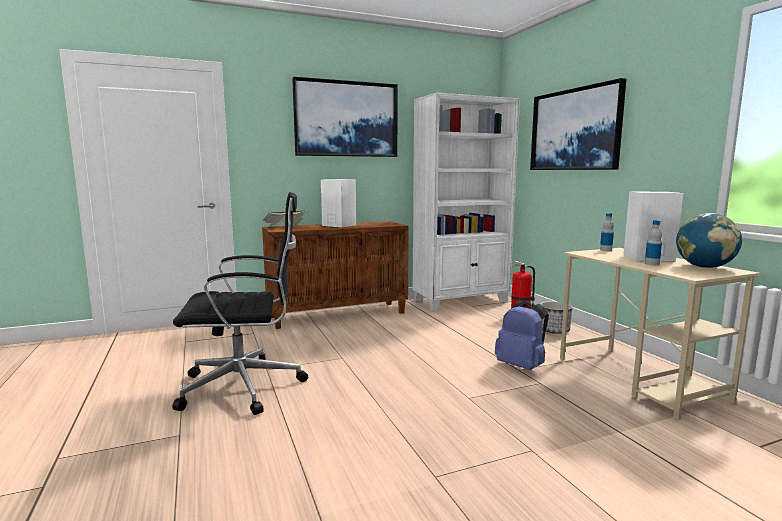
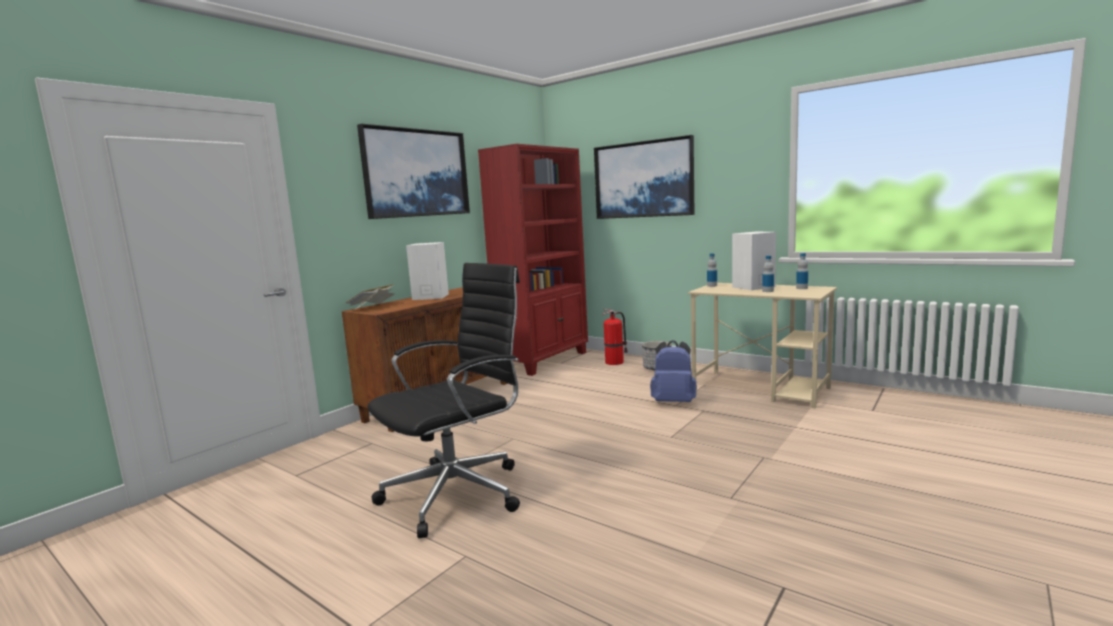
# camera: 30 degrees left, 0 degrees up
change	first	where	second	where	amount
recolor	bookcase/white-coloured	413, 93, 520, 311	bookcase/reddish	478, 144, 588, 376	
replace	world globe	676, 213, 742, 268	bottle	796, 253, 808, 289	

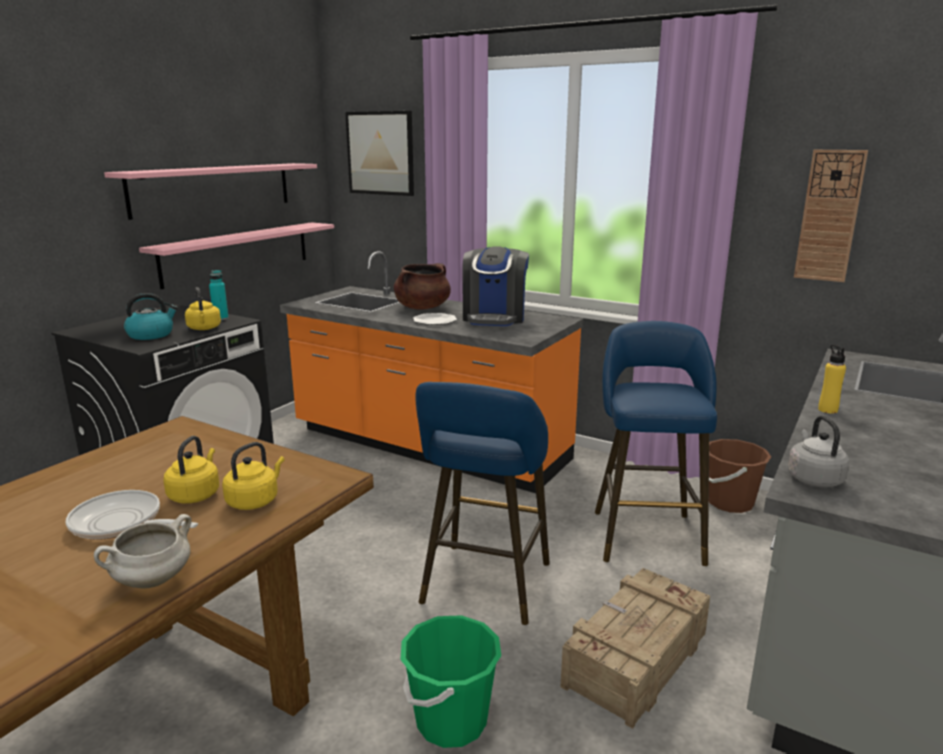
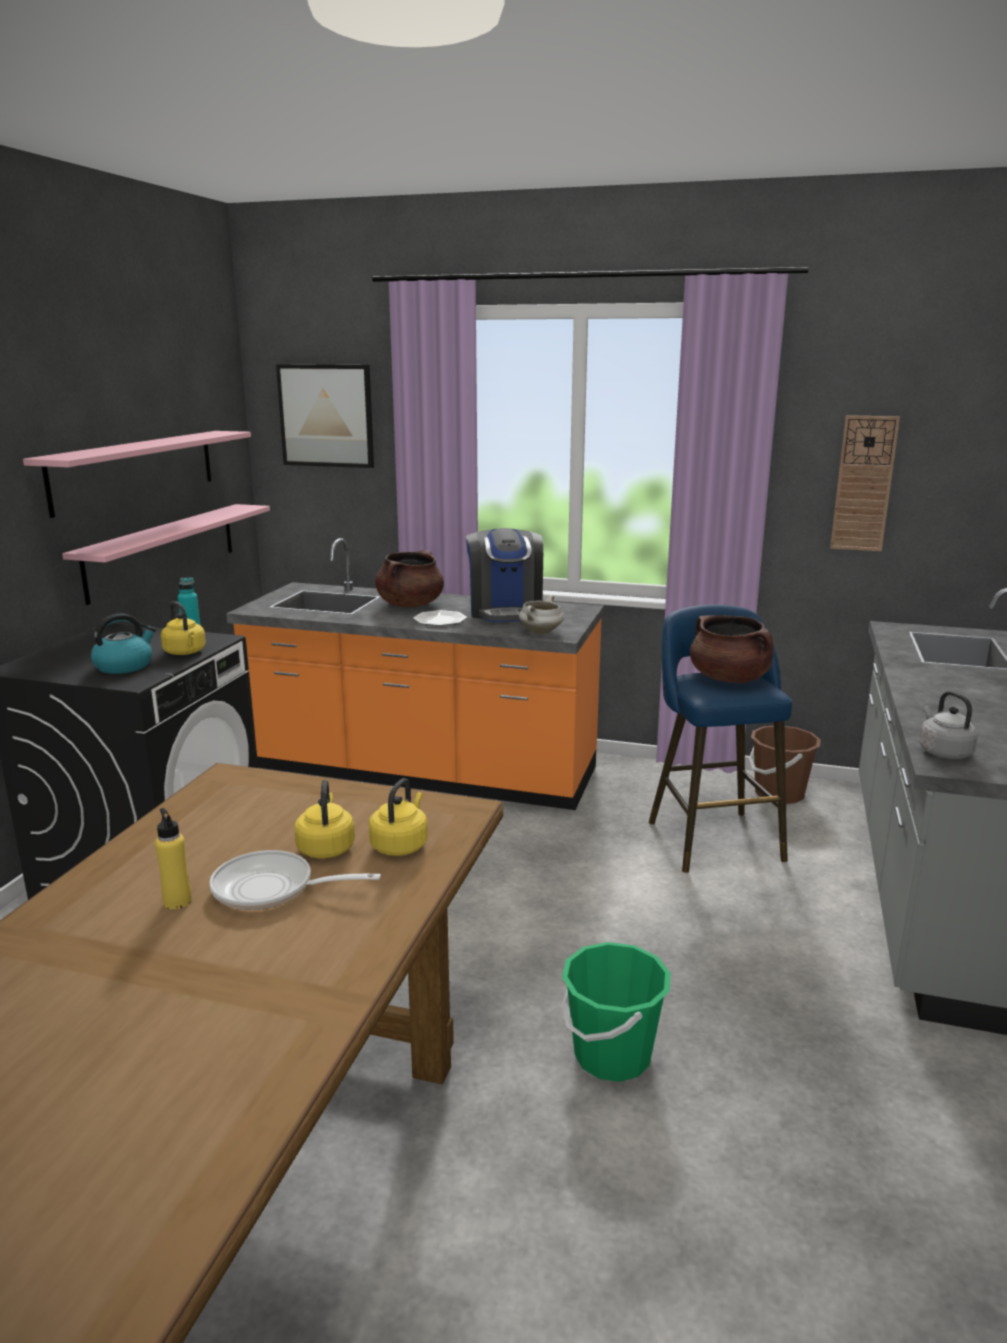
# camera: 15 degrees left, 0 degrees up
change	first	where	second	where	amount
move	bottle/yellow	818, 345, 846, 414		155, 808, 192, 909	
move	stockpot/white-coloured	94, 514, 192, 588		519, 595, 564, 634	
insert			stockpot/brownish	690, 615, 774, 683	
delete	sitting stool/blue-coloured	415, 382, 550, 625			
delete	packing crate	560, 568, 710, 729			

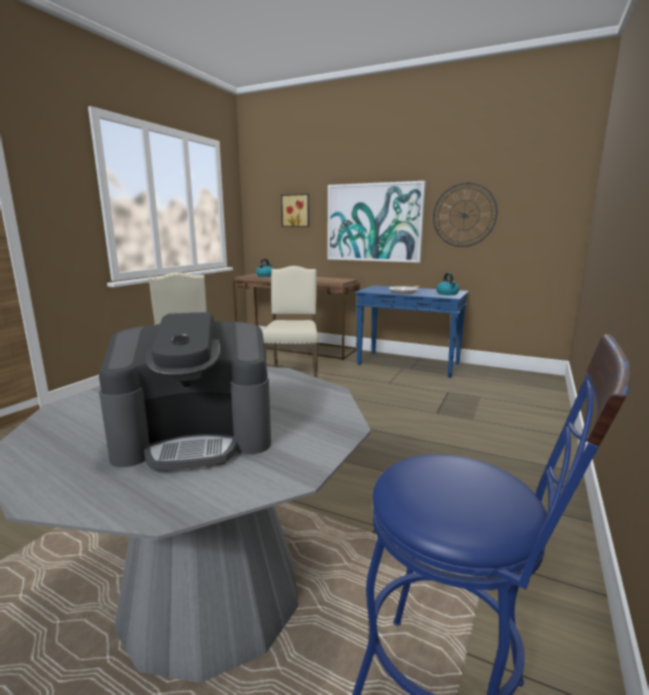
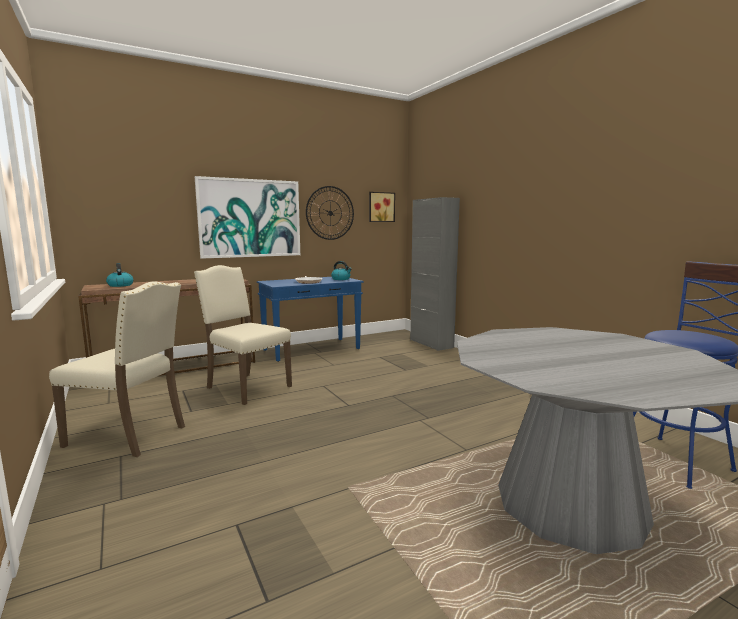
# camera: 55 degrees left, 5 degrees down
change	first	where	second	where	amount
move	wall art	281, 194, 309, 227		369, 192, 395, 222	
insert			storage cabinet/greyish	410, 197, 460, 351	
delete	coffee machine	99, 312, 271, 471			

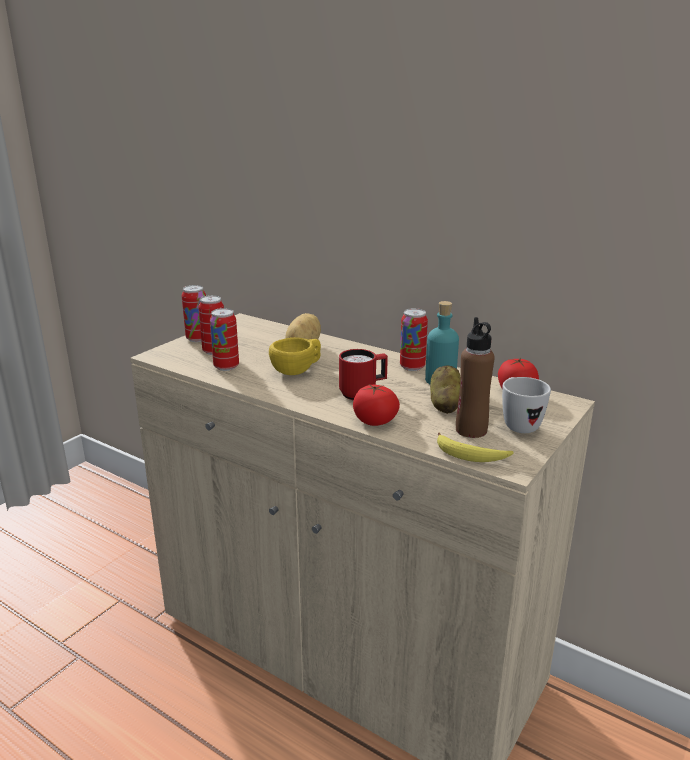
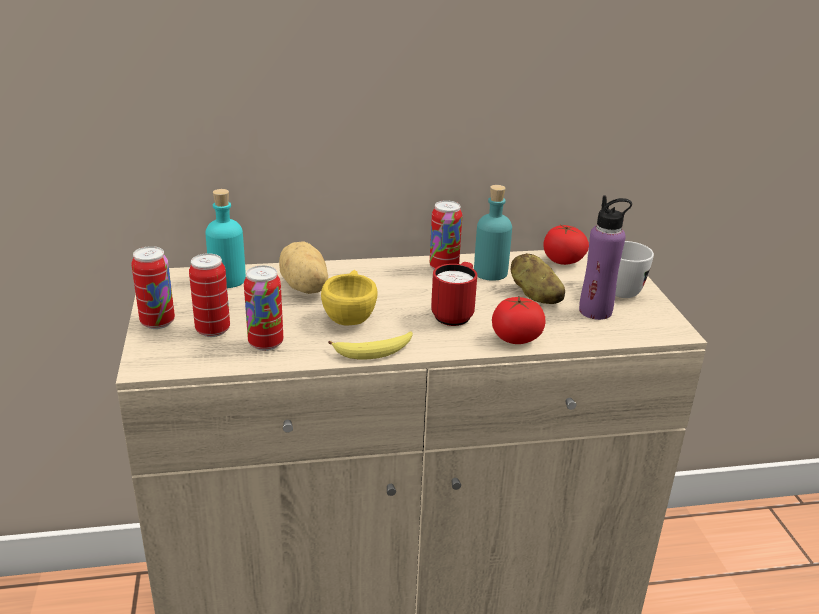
# camera: 45 degrees left, 5 degrees up
change	first	where	second	where	amount
insert			bottle/turquoise	205, 189, 246, 288	
move	whole banana	437, 432, 514, 462		328, 331, 413, 359	
recolor	bottle/brownish	456, 317, 495, 438	bottle/purplish	579, 195, 632, 320	

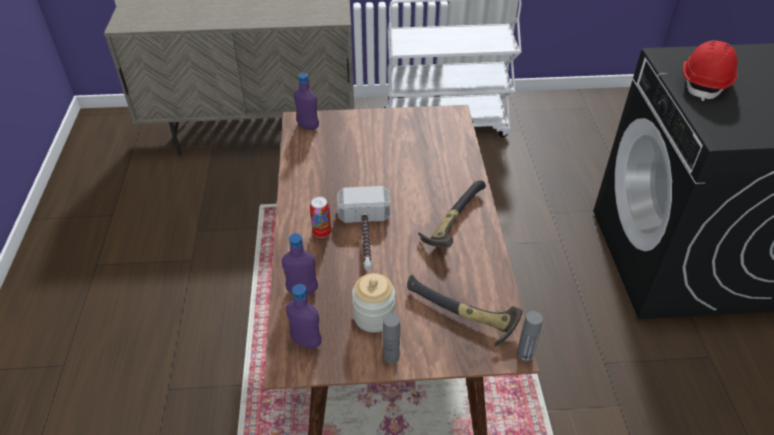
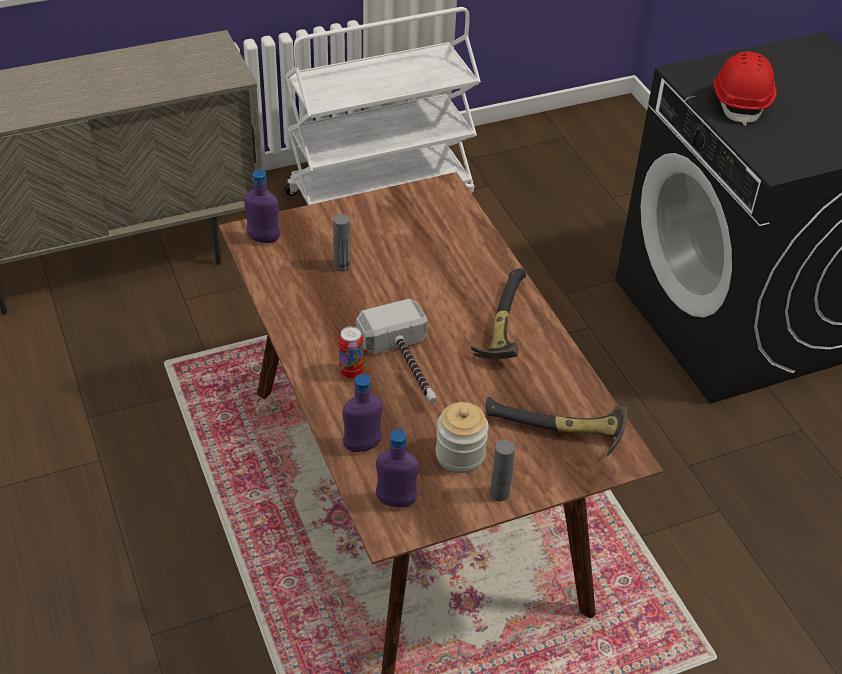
# camera: 20 degrees left, 0 degrees up
change	first	where	second	where	amount
move	bottle/greyish	517, 311, 543, 361		333, 214, 351, 272	

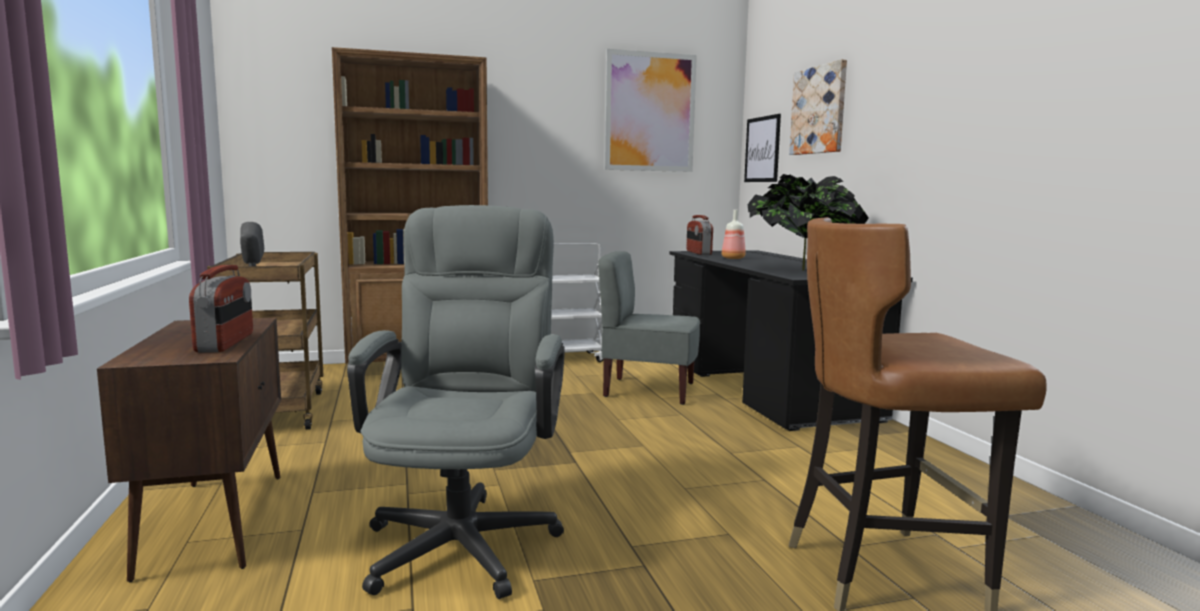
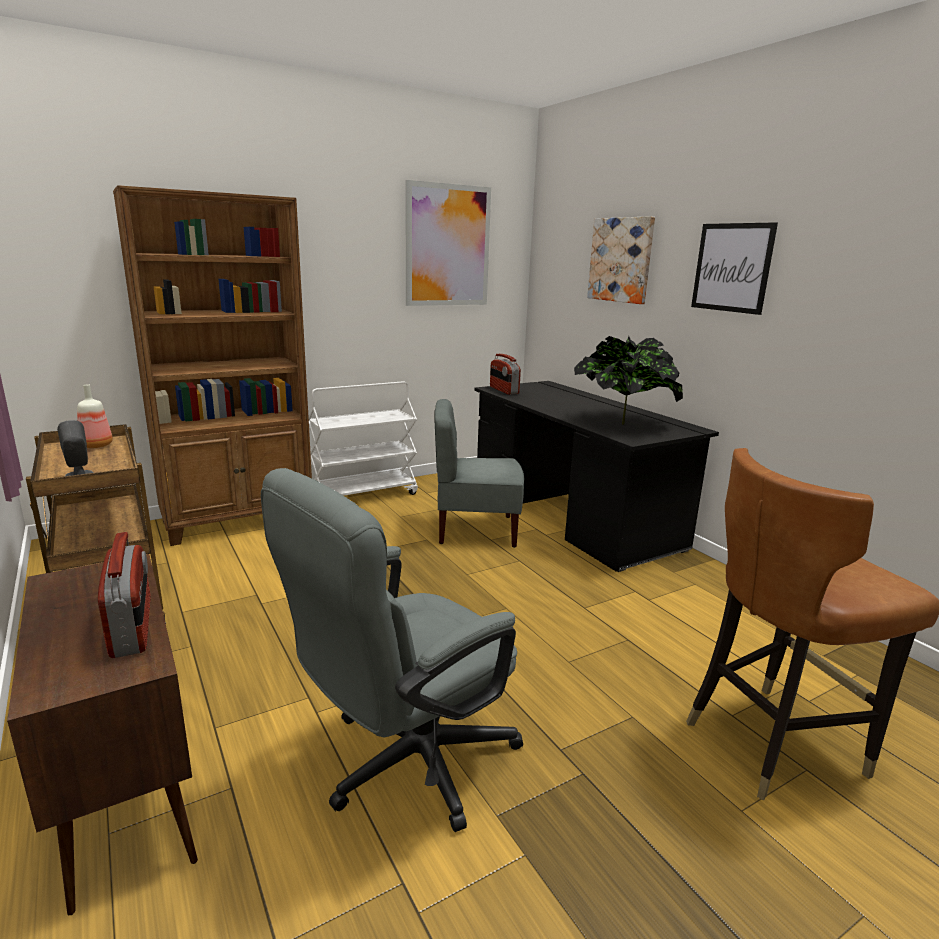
# camera: 15 degrees left, 10 degrees up
change	first	where	second	where	amount
move	bottle	722, 210, 746, 259		77, 384, 113, 448	
rotate	computer chair/greyish	347, 205, 565, 599		261, 468, 523, 832	120 degrees counterclockwise
move	wall art	744, 114, 781, 182		691, 222, 778, 315	

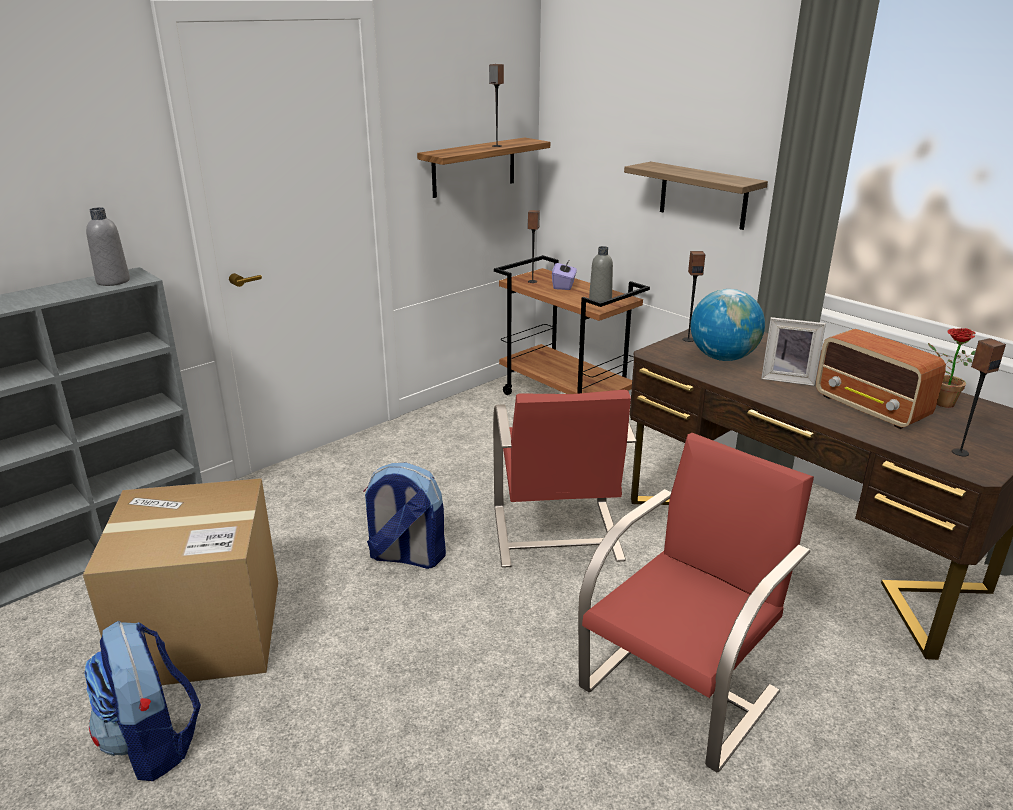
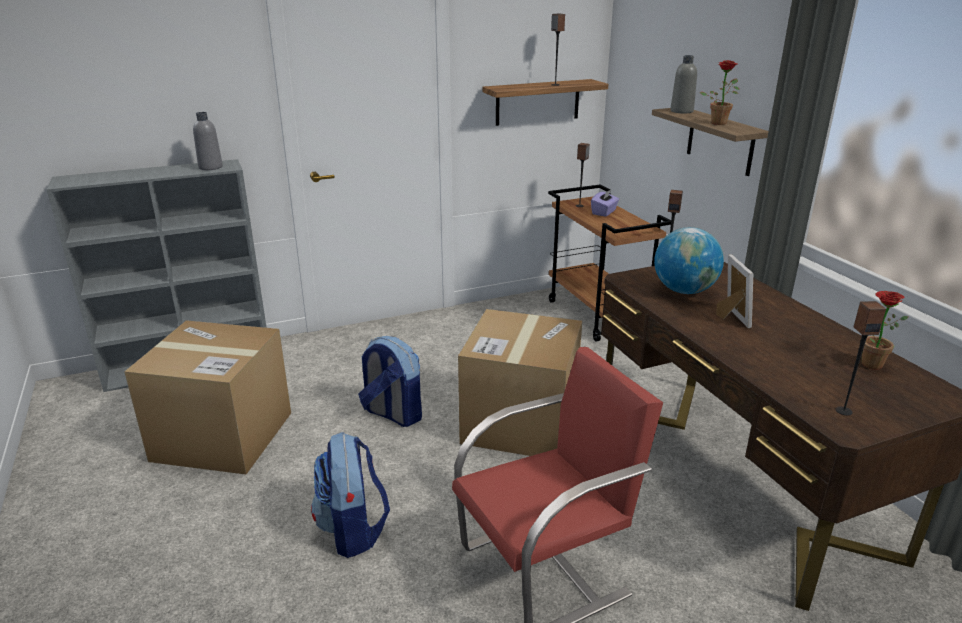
# camera: 20 degrees right, 0 degrees up
change	first	where	second	where	amount
move	knapsack	84, 621, 201, 781		311, 432, 390, 558	
replace	upright chair/reddish	493, 390, 637, 568	carton	458, 309, 582, 456	
move	bottle/greyish	589, 246, 613, 302		670, 55, 697, 113	
insert			plant in a pot	700, 60, 740, 125	
rotate	photo frame	761, 317, 826, 386		716, 254, 753, 328	135 degrees counterclockwise
delete	radio set	816, 329, 946, 429			

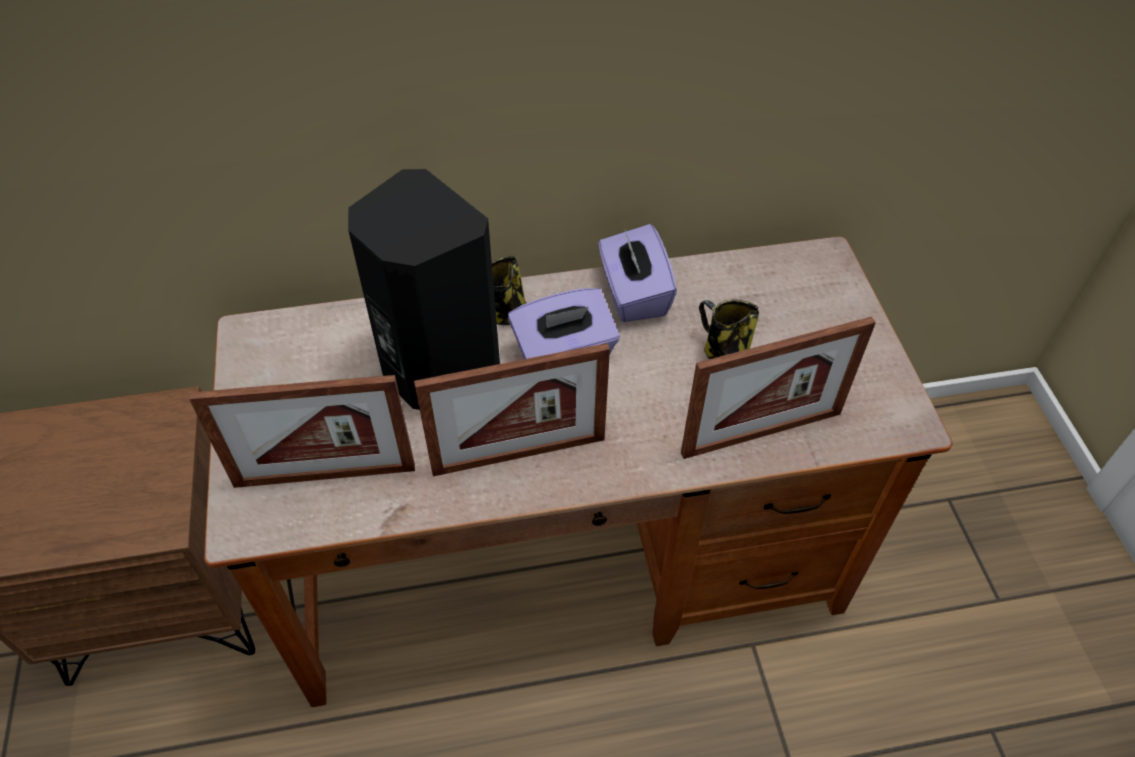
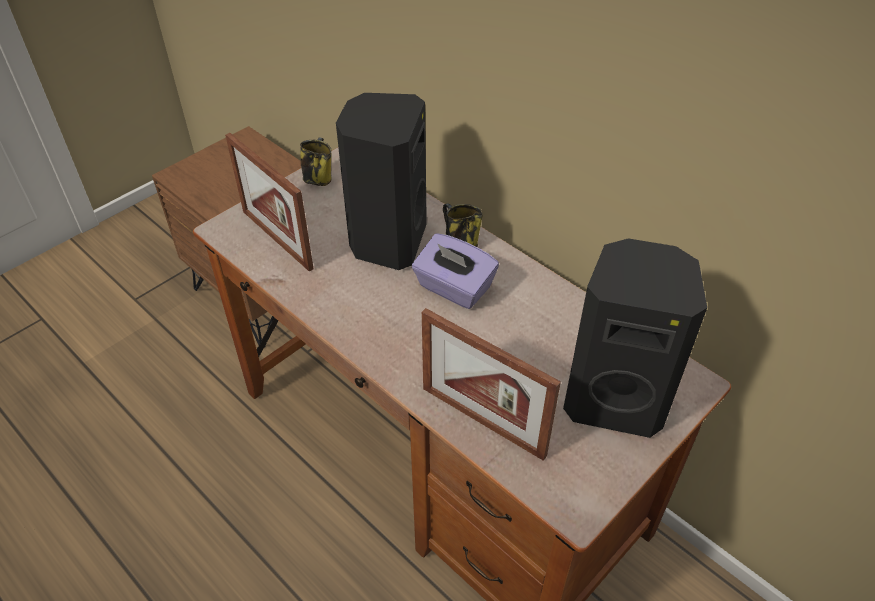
# camera: 55 degrees right, 5 degrees down
change	first	where	second	where	amount
move	mug	699, 299, 759, 359		300, 137, 332, 186	
insert			audio speaker/black-coloured	563, 238, 707, 438	
delete	photo frame	414, 343, 610, 476			
delete	tissue box/purplish	598, 224, 677, 322			

